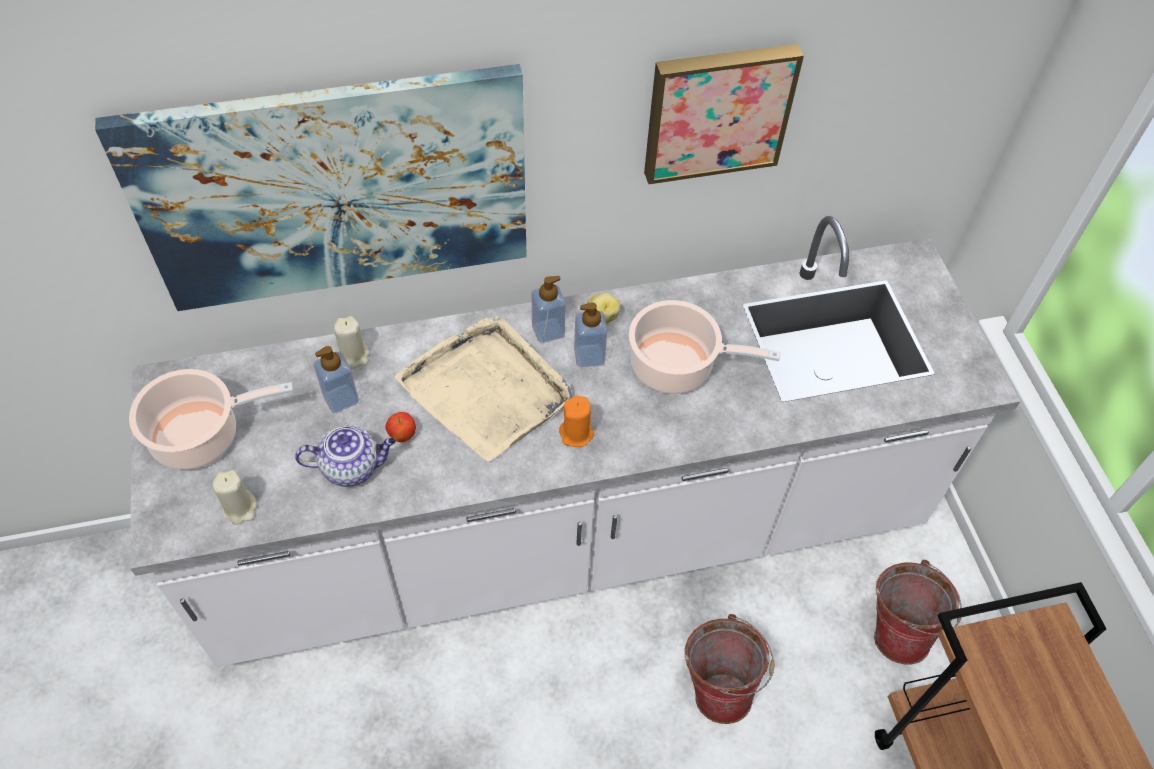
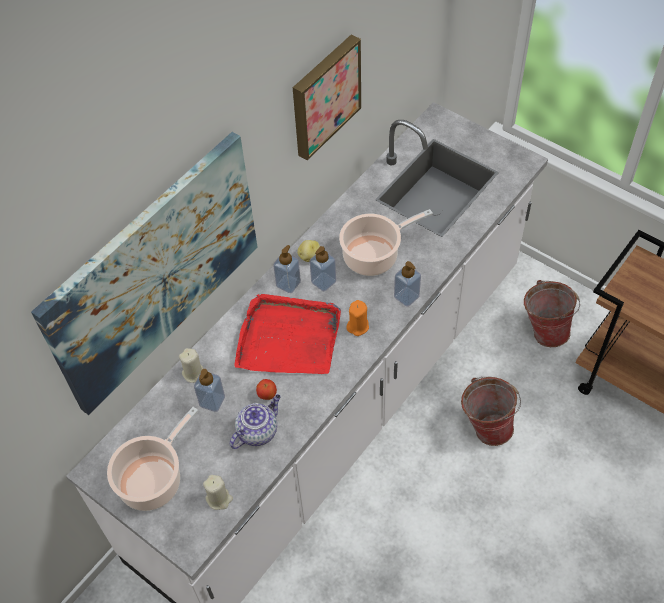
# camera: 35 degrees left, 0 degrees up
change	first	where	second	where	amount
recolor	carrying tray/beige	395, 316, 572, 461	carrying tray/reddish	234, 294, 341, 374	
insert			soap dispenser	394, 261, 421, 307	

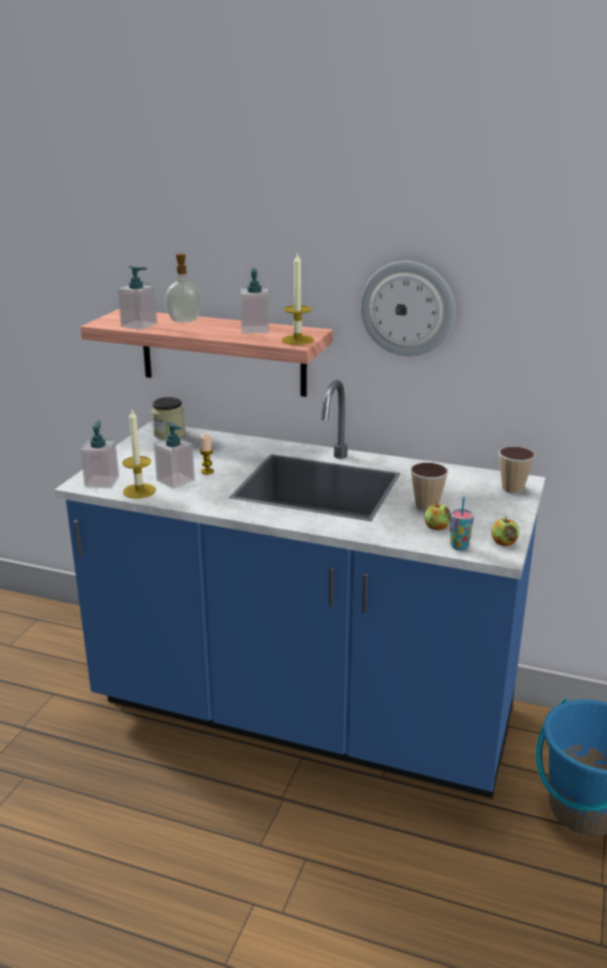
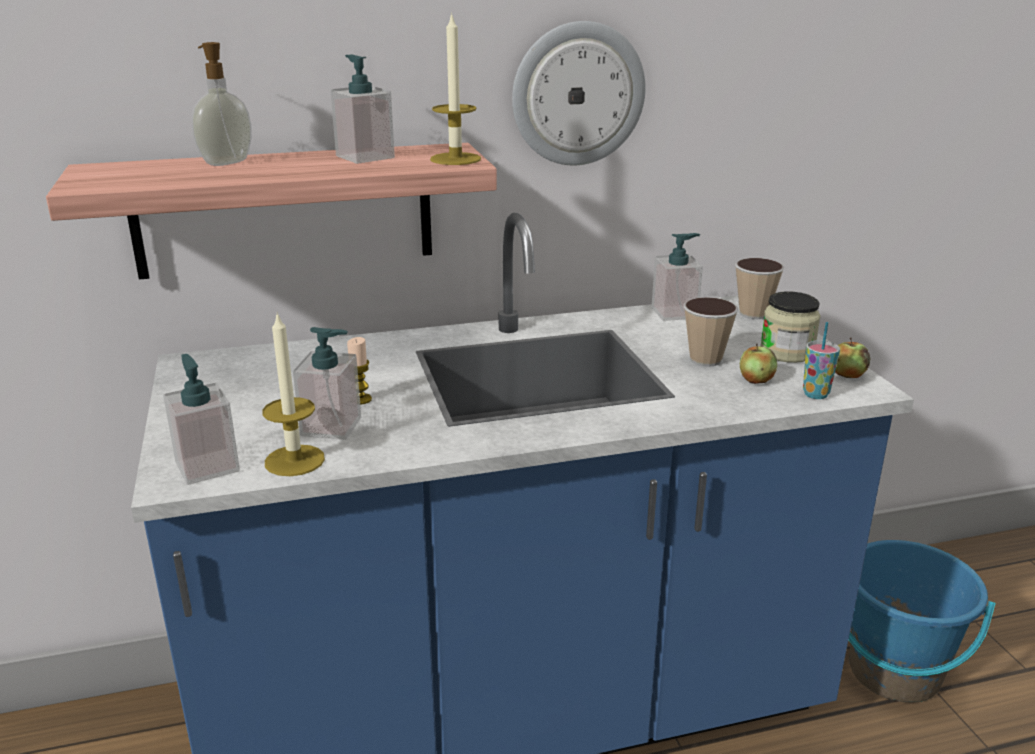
# camera: 35 degrees left, 0 degrees up
change	first	where	second	where	amount
move	soap dispenser	117, 266, 157, 330		652, 233, 703, 321	
move	preserve jar	151, 397, 185, 439		760, 291, 821, 363	

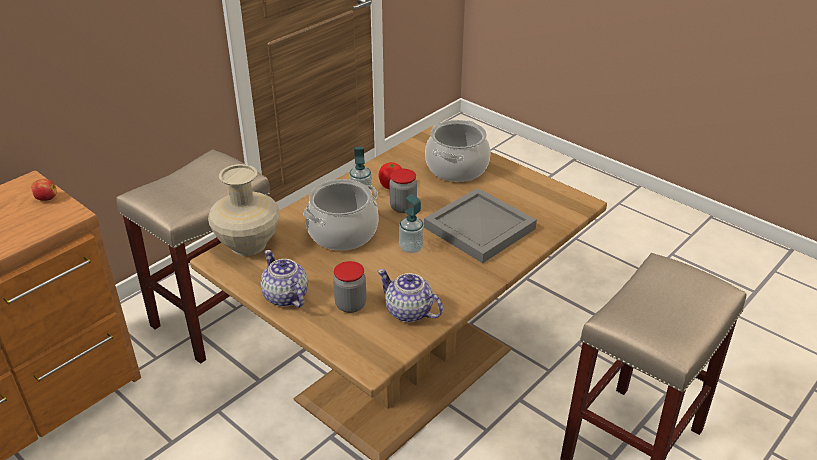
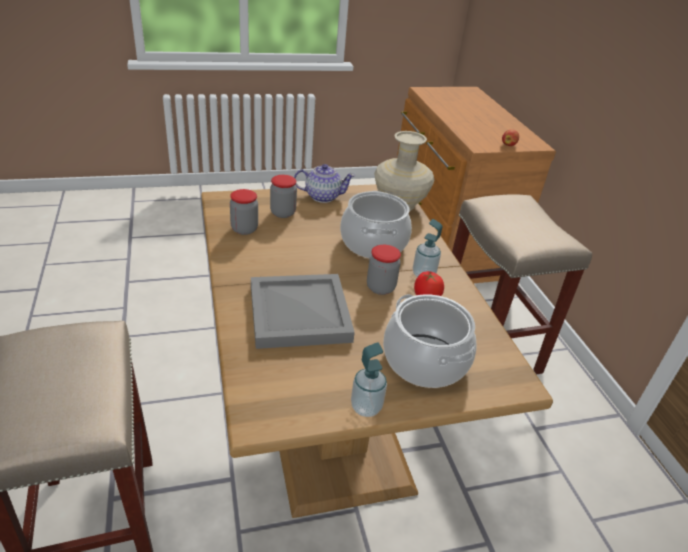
# camera: 120 degrees right, 0 degrees up
change	first	where	second	where	amount
replace	pot for tea	377, 269, 443, 322	preserve jar	230, 189, 258, 235	
move	soap dispenser	399, 194, 424, 253		351, 343, 387, 417	

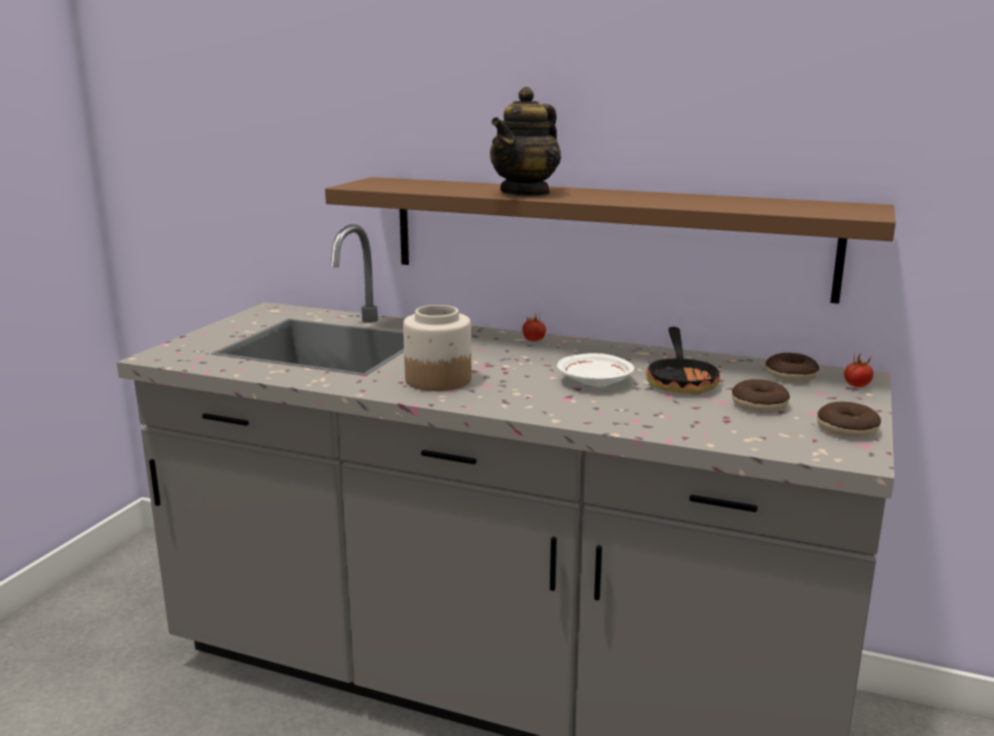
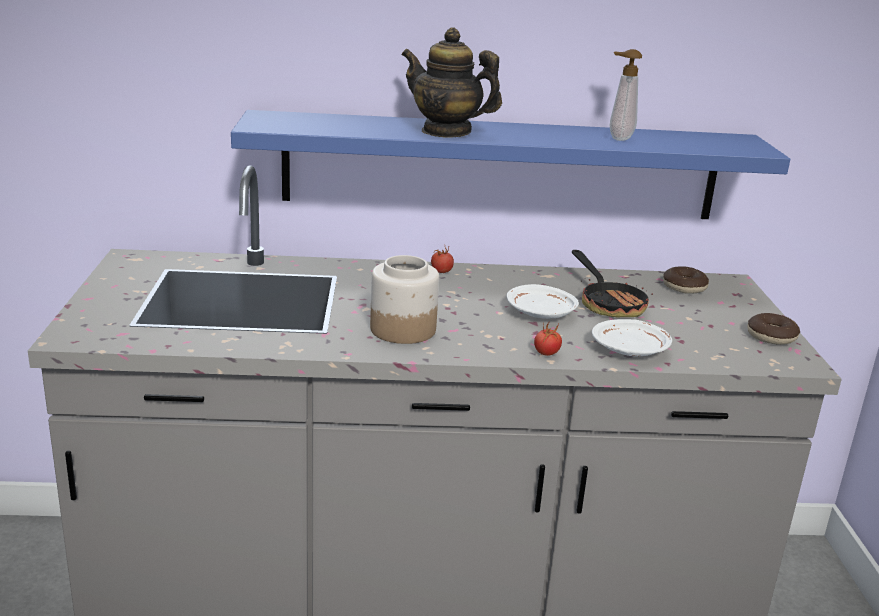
# camera: 25 degrees left, 5 degrees up
change	first	where	second	where	amount
recolor	wall shelf/brownish	325, 177, 896, 304	wall shelf/blue-coloured	231, 110, 790, 219	
rotate	pot for tea	490, 87, 561, 197		401, 27, 502, 138	105 degrees clockwise
move	tomato	844, 352, 873, 387		534, 322, 562, 356	
insert			flat dish/white-coloured	592, 319, 672, 356	
insert			soap dispenser	609, 49, 642, 141	
delete	ring doughnut	732, 379, 790, 413			

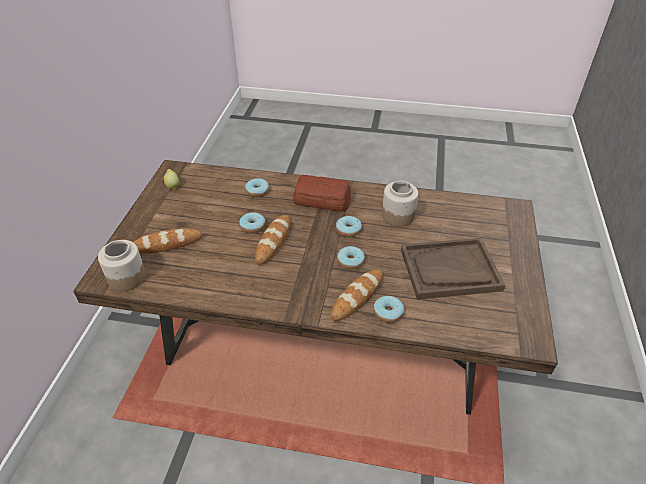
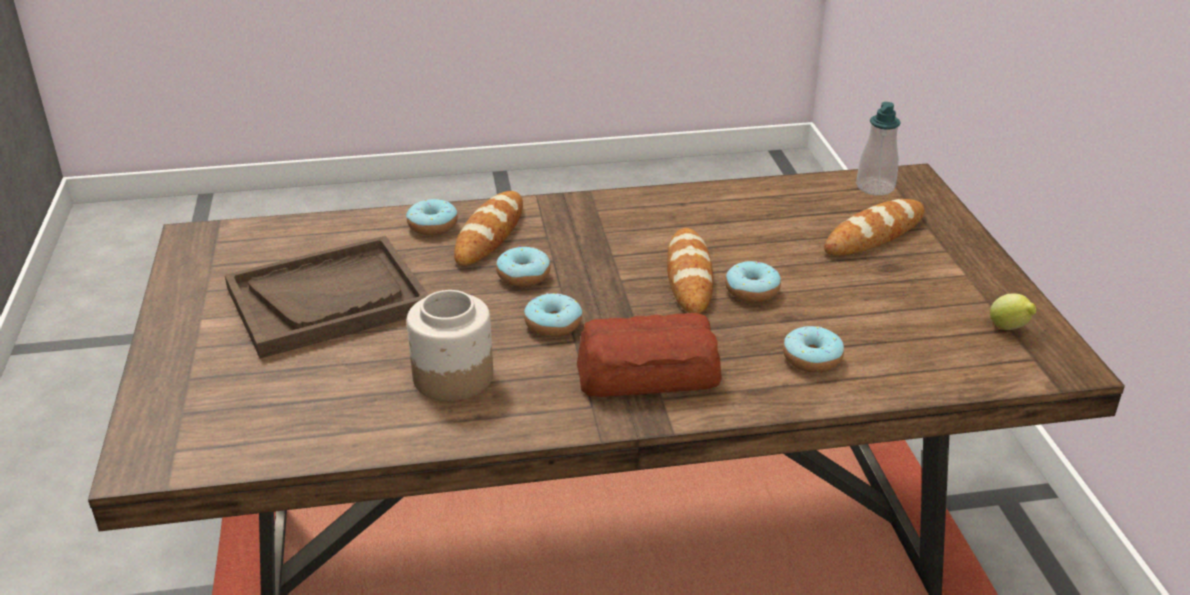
# camera: 160 degrees right, 10 degrees down
change	first	where	second	where	amount
replace	preserve jar	98, 240, 146, 291	soap dispenser	856, 102, 901, 195	

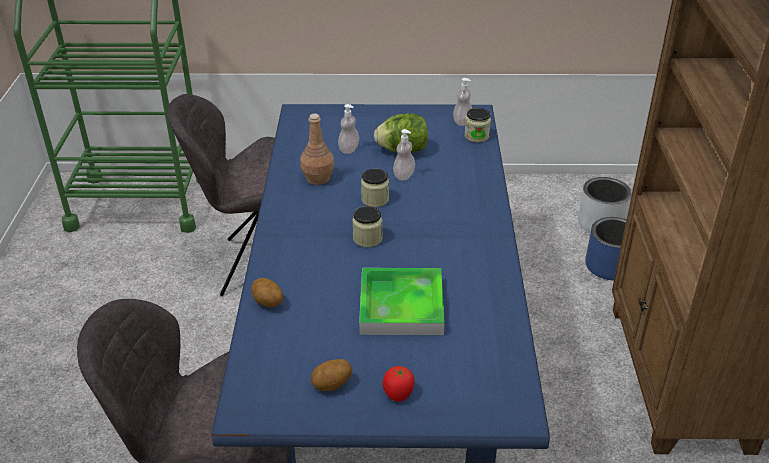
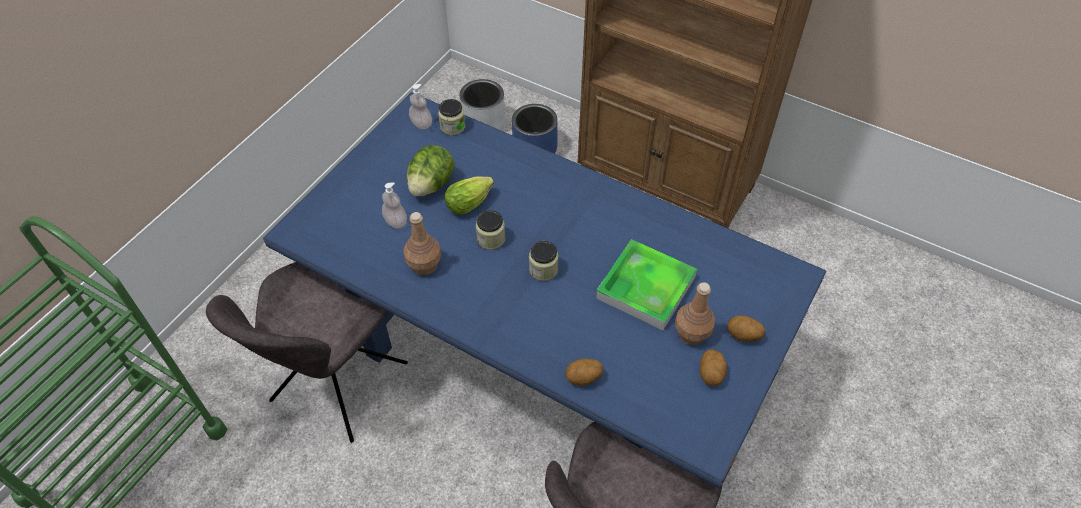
# camera: 60 degrees left, 15 degrees up
change	first	where	second	where	amount
replace	soap dispenser	393, 129, 415, 181	lettuce head	445, 177, 494, 215	
insert			bottle/brownish	675, 282, 715, 345	
replace	tomato	383, 366, 415, 402	potato	727, 316, 765, 342	

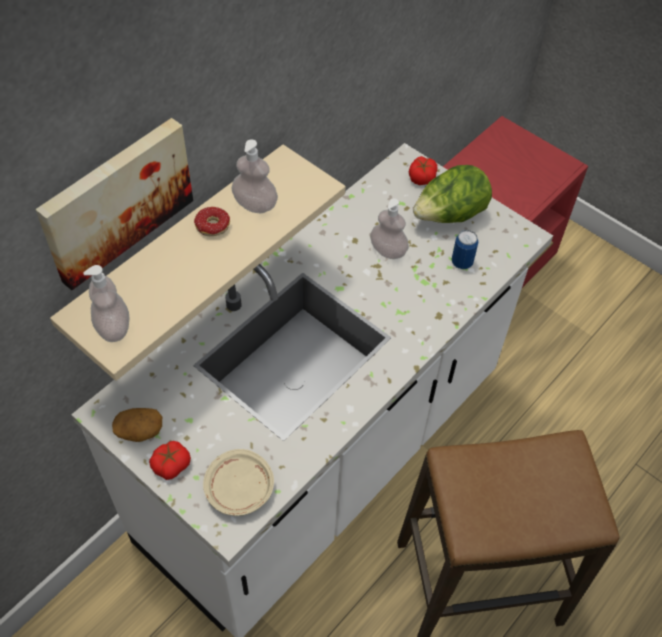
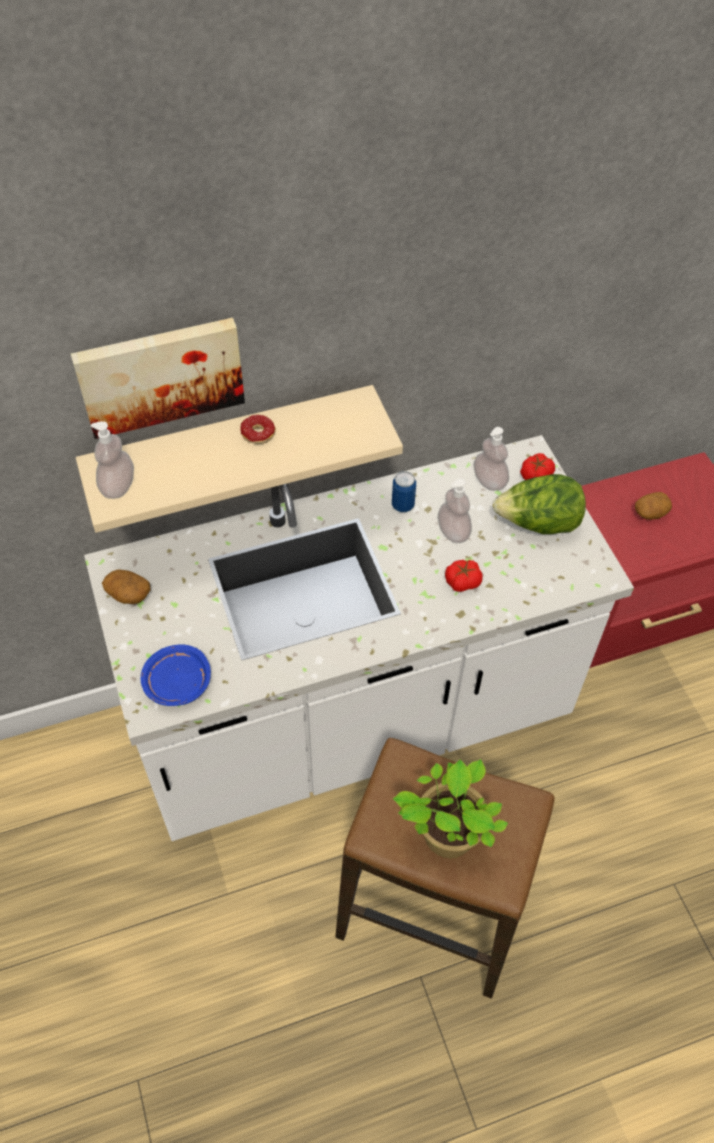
# camera: 30 degrees right, 0 degrees up
change	first	where	second	where	amount
recolor	flat dish/beige	203, 449, 274, 516	flat dish/blue-coloured	141, 644, 211, 706	
move	can	452, 230, 478, 269		392, 471, 416, 512	
insert			plant in a pot	393, 759, 508, 858	
move	tomato	149, 441, 191, 480		445, 560, 483, 592	
move	soap dispenser	231, 139, 278, 213		474, 427, 509, 491	
insert			potato	635, 492, 672, 520	

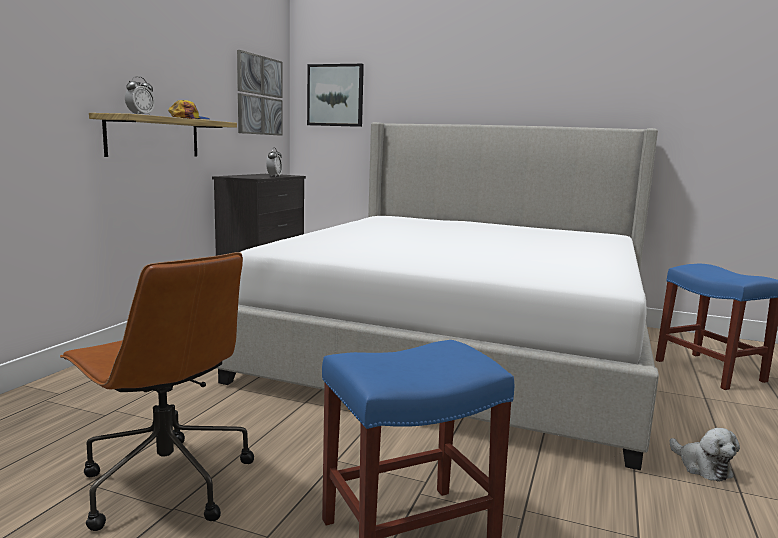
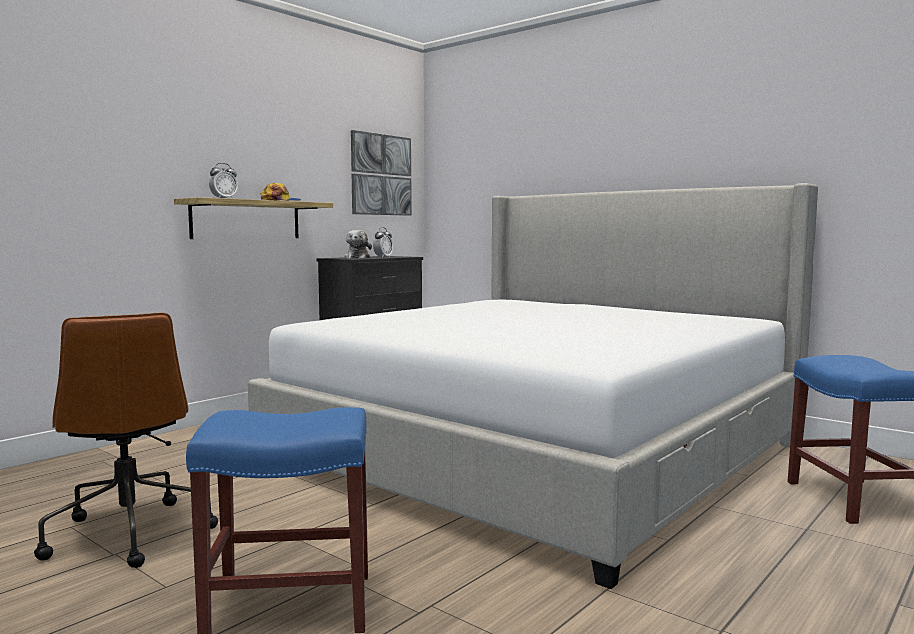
# camera: 20 degrees right, 5 degrees down
change	first	where	second	where	amount
move	soft toy	669, 428, 740, 482		344, 230, 372, 259	
delete	wall art	307, 64, 364, 127			

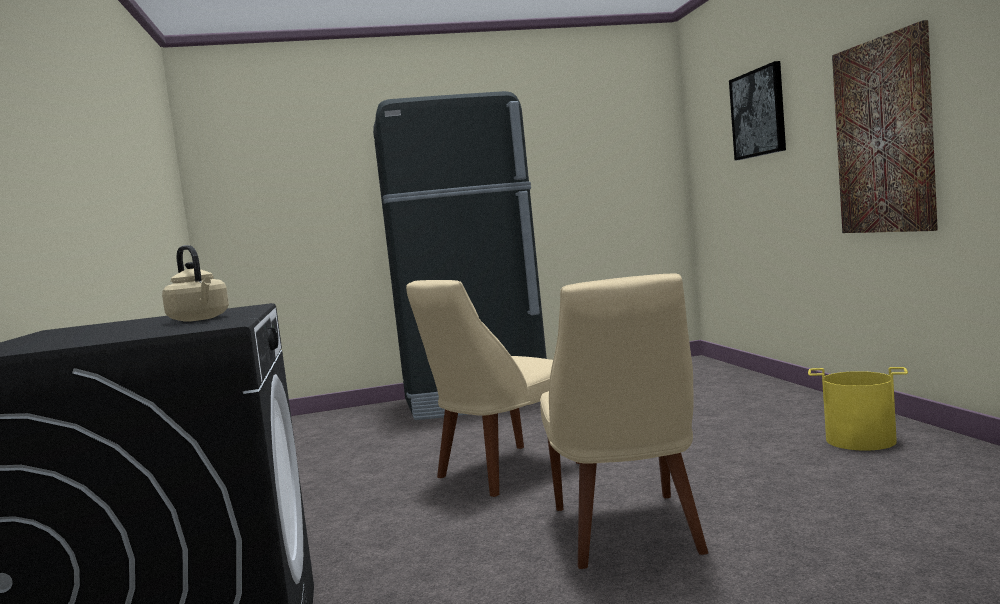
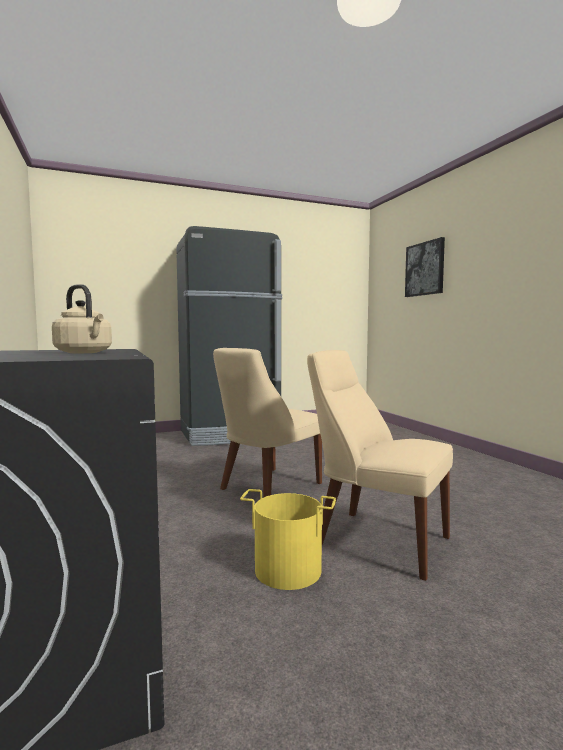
# camera: 10 degrees left, 0 degrees up
change	first	where	second	where	amount
move	pail/yellow	808, 367, 908, 451		240, 489, 336, 590	
rotate	upright chair/beige	540, 274, 708, 569		307, 350, 453, 581	135 degrees clockwise
delete	wall art	832, 20, 938, 233			

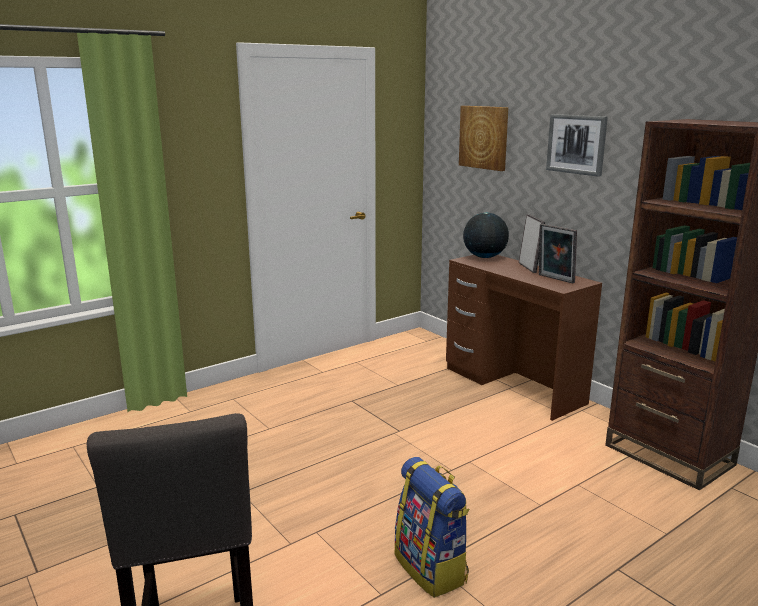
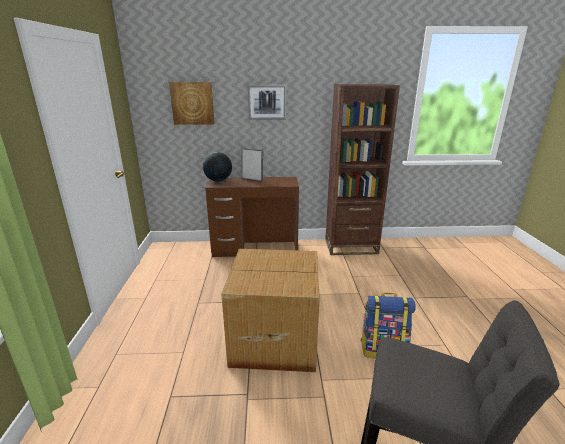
# camera: 55 degrees left, 5 degrees up
change	first	where	second	where	amount
insert			carton	221, 249, 320, 372	
delete	photo frame	539, 224, 577, 283			

